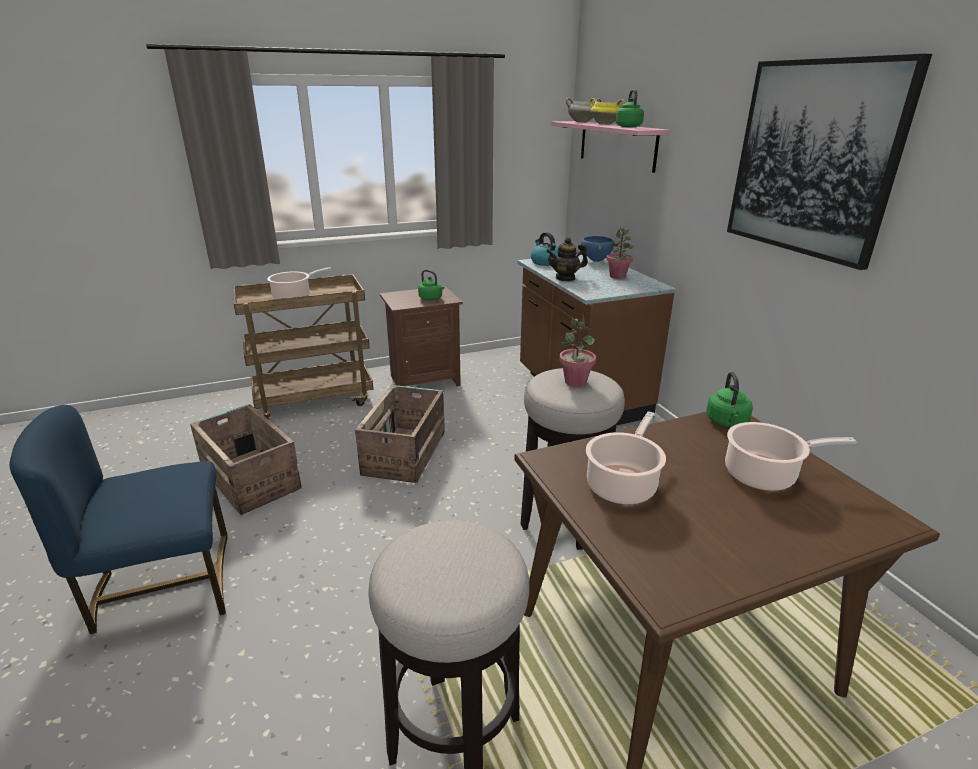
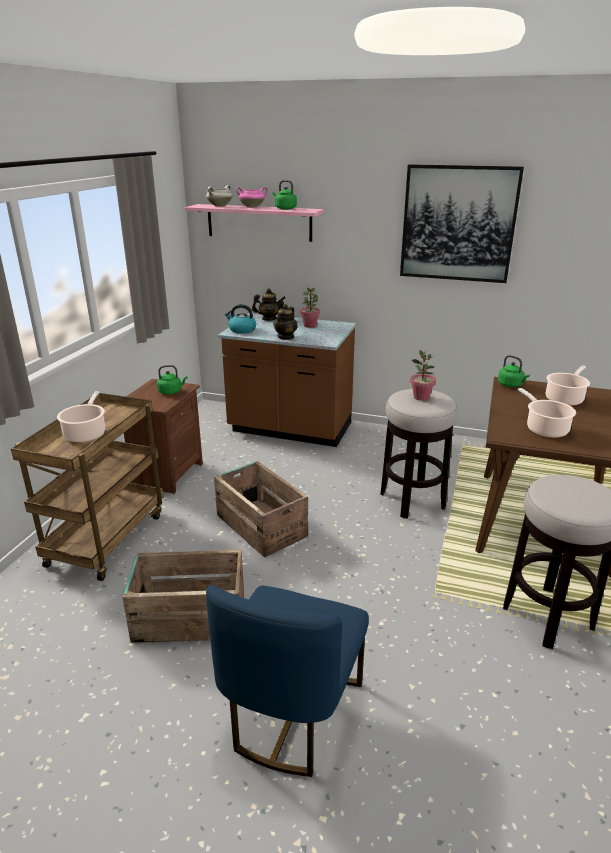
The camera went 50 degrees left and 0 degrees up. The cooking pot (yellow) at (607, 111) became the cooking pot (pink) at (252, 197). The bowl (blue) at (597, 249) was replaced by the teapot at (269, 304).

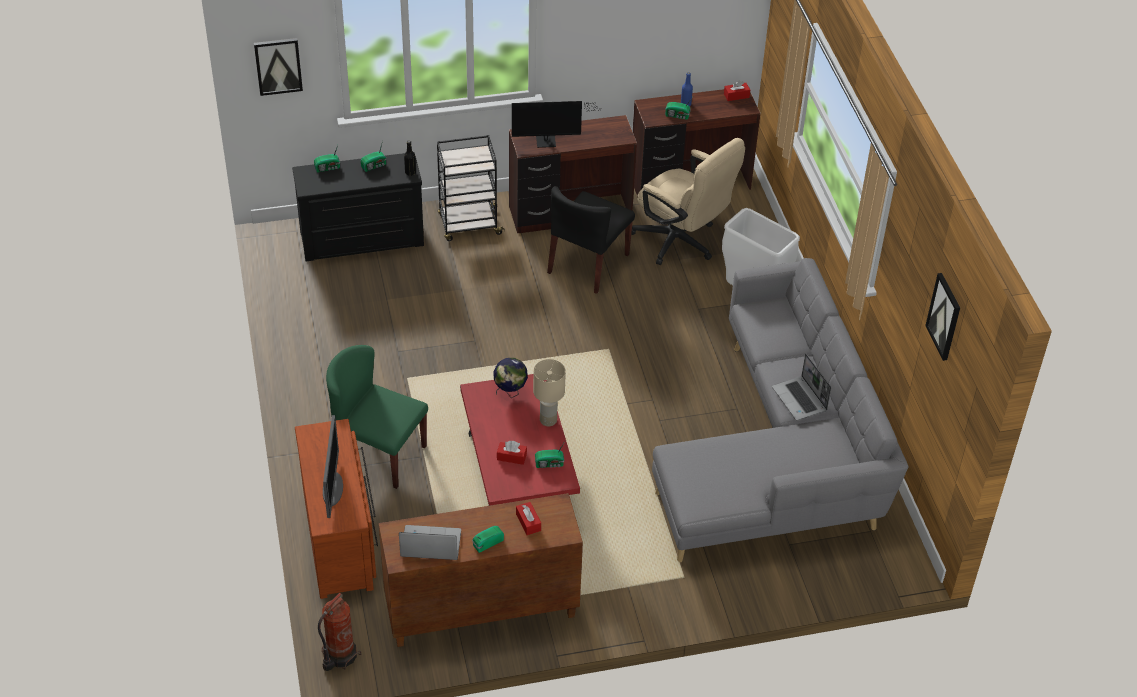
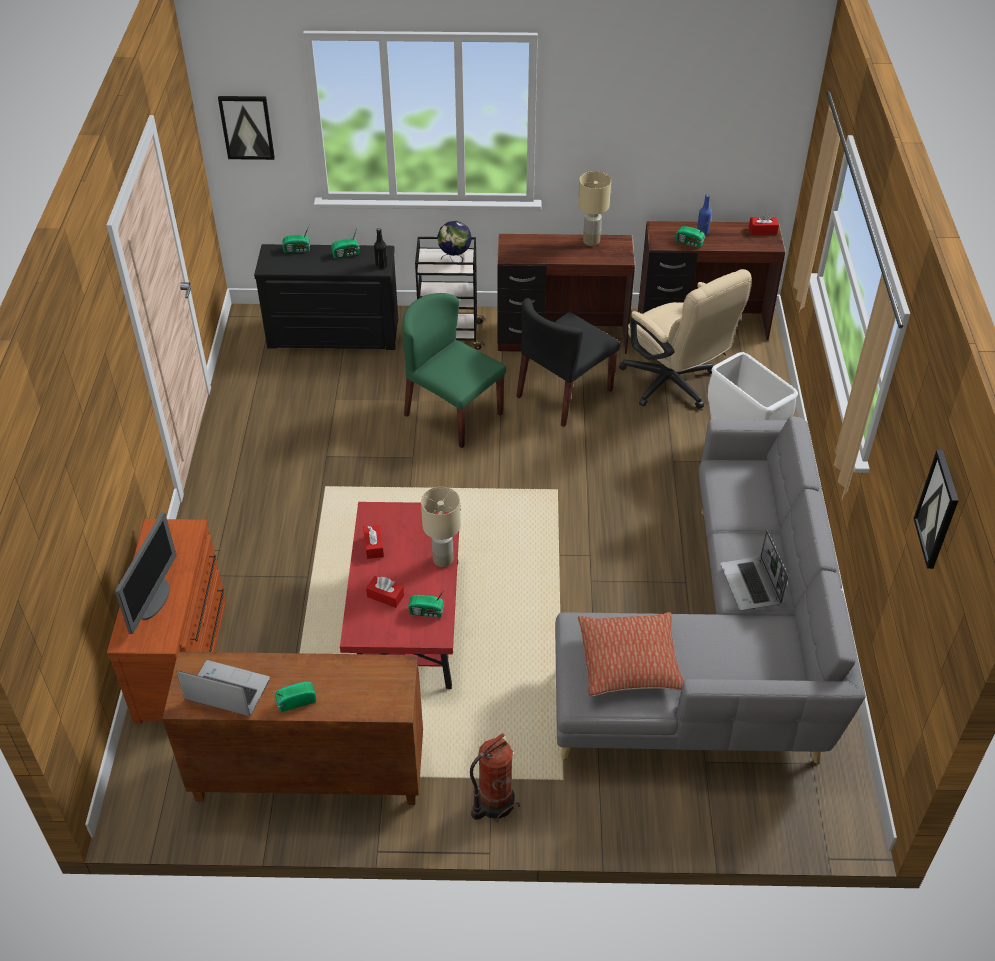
The camera went 15 degrees right and 0 degrees up. The monitor at (558, 124) disappeared. The chair (green) moved from (377, 417) to (454, 370). The globe moved from (510, 378) to (454, 241). The tissue box (red) moved from (528, 518) to (373, 542). The fire extinguisher moved from (339, 632) to (494, 777). The table lamp (beige) at (594, 208) appeared. The pillow at (631, 654) appeared.

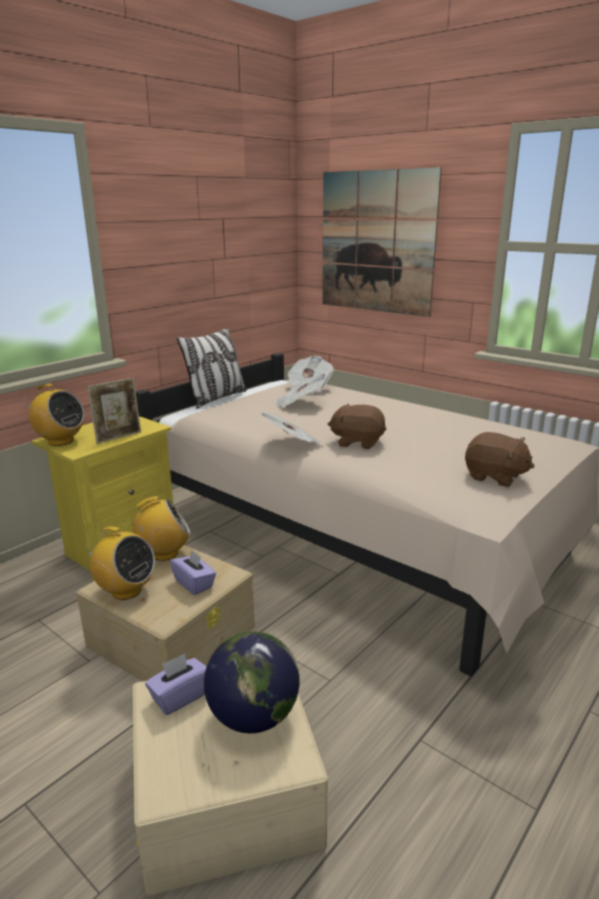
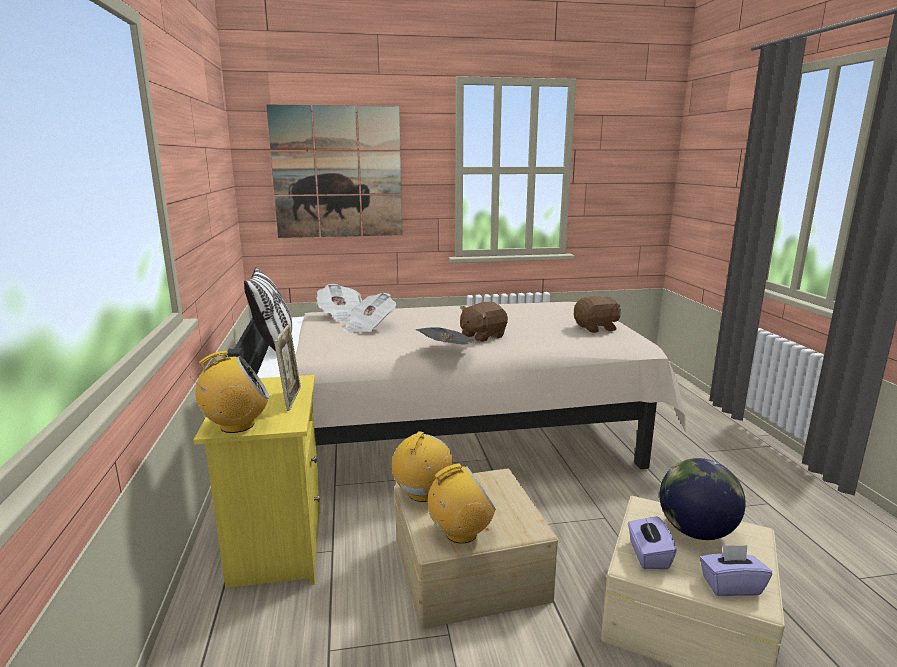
The camera went 50 degrees left and 5 degrees down. The tissue box (purple) moved from (193, 572) to (736, 570).

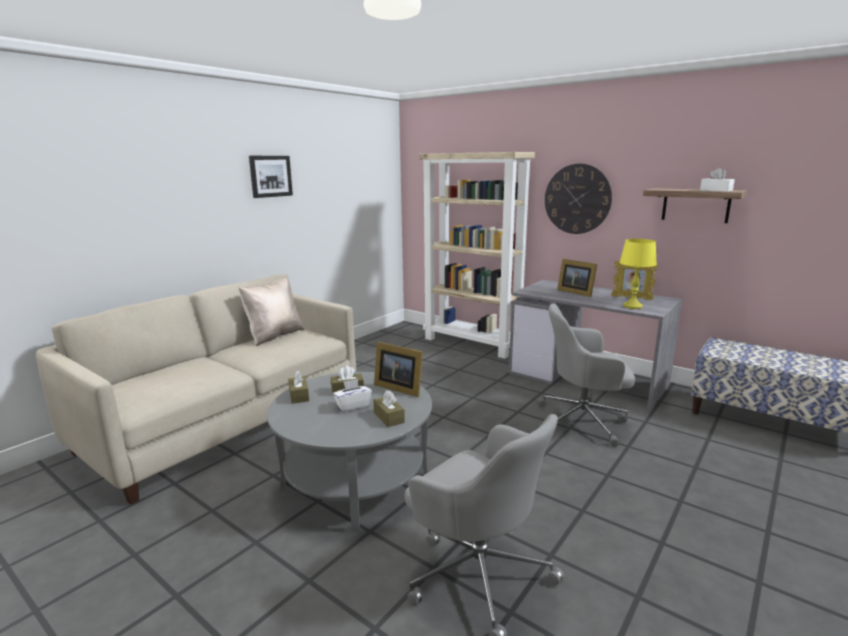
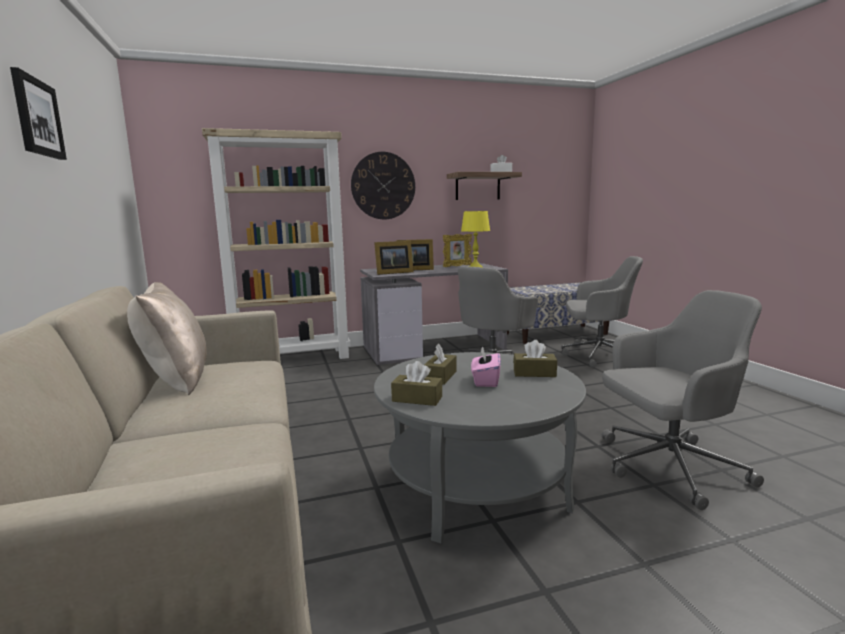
The camera went 55 degrees left and 5 degrees down. The picture frame moved from (398, 369) to (394, 258). The tissue box (white) at (352, 395) became the tissue box (pink) at (486, 366). The office chair (grey) at (602, 312) appeared.

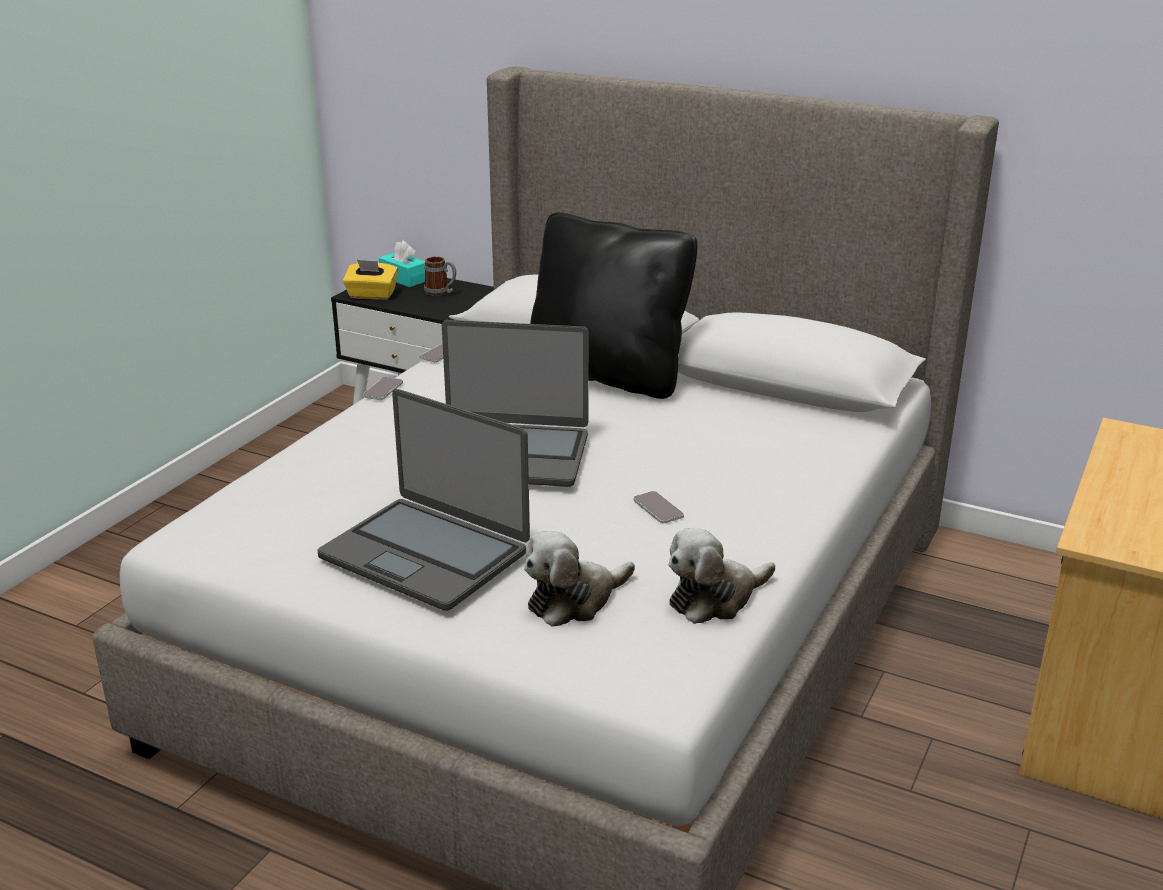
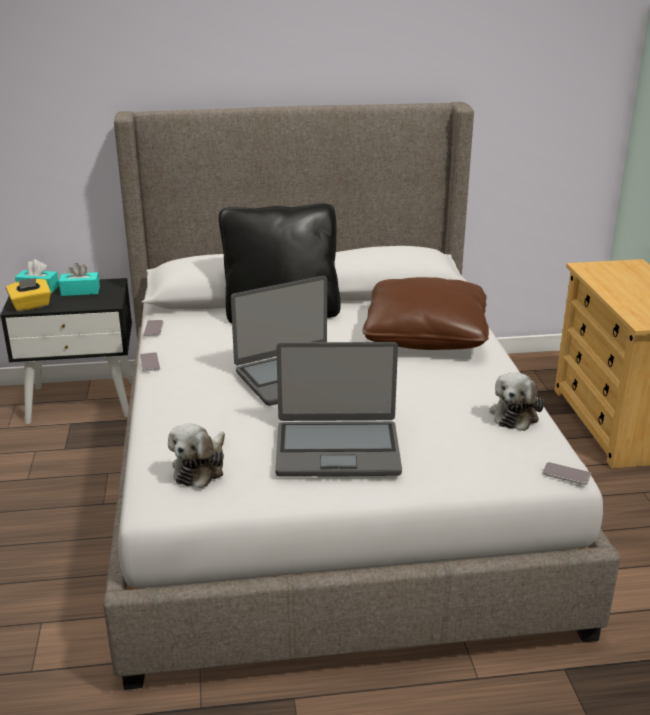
The camera went 35 degrees left and 0 degrees up. The mug at (440, 276) was replaced by the tissue box (turquoise) at (79, 279). The phone moved from (658, 507) to (567, 473). The plush toy moved from (579, 578) to (196, 455). The pillow (brown) at (425, 313) appeared.

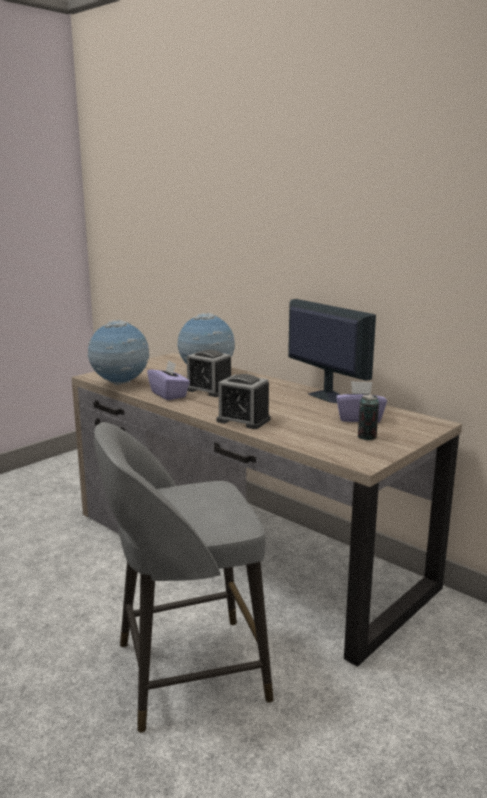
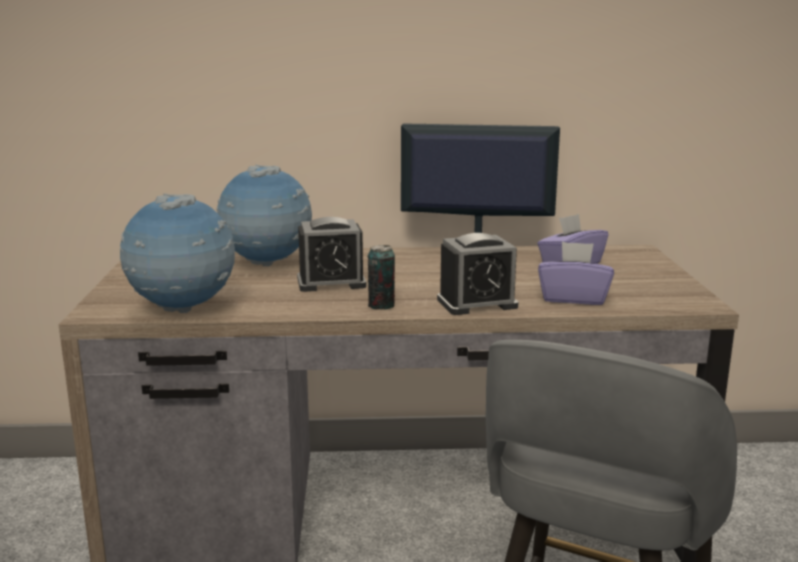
The camera went 45 degrees left and 0 degrees up. The tissue box (purple) moved from (168, 380) to (576, 273). The can moved from (368, 417) to (381, 277).

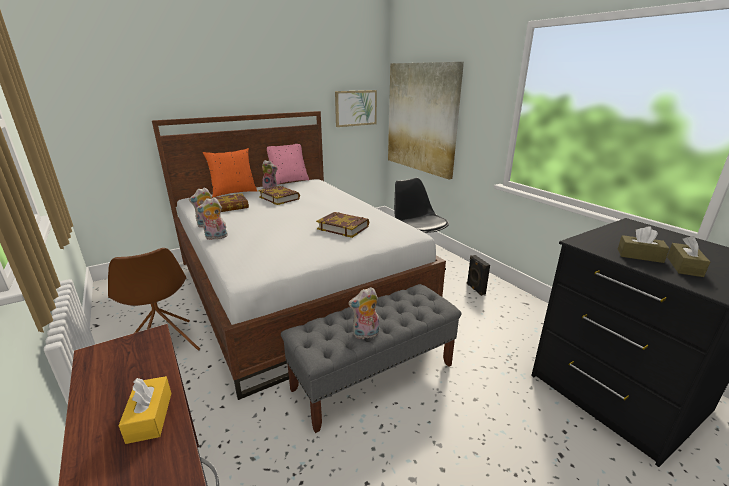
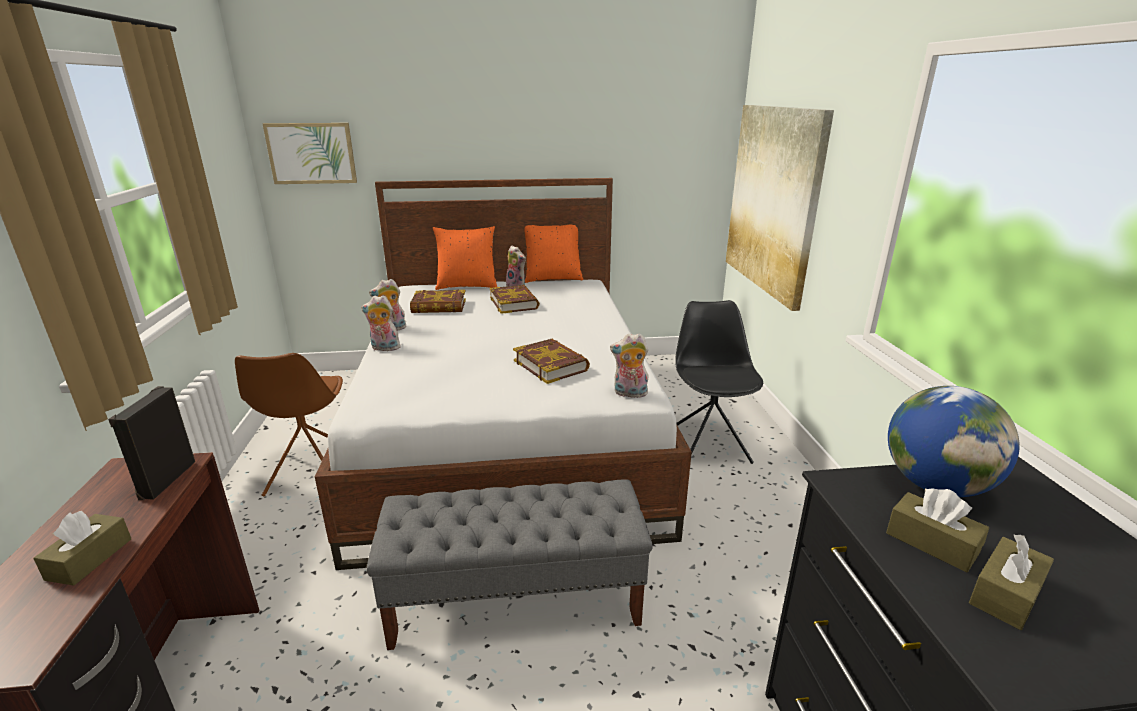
The camera went 25 degrees right and 0 degrees up. The picture moved from (356, 108) to (310, 153). The pillow (pink) at (288, 164) became the pillow (orange) at (553, 253). The speaker (black) moved from (478, 275) to (151, 443). The plush toy moved from (363, 313) to (629, 365). The tissue box (yellow) at (144, 410) became the tissue box (brown) at (82, 548). The globe at (953, 441) appeared.

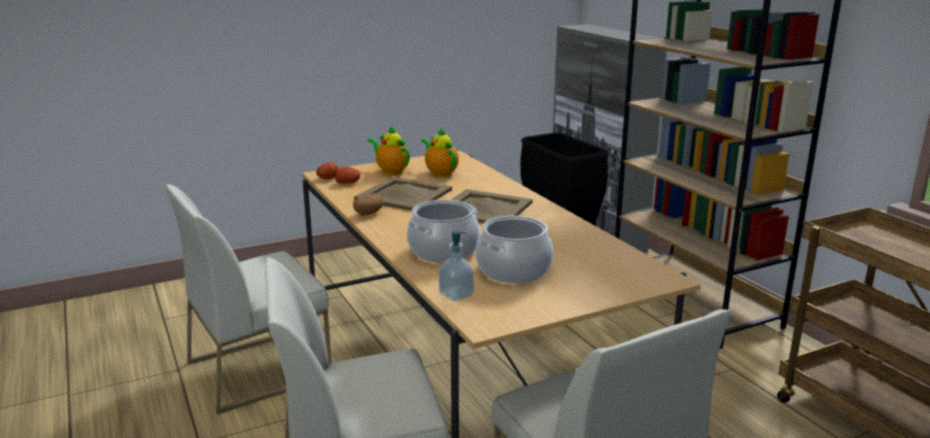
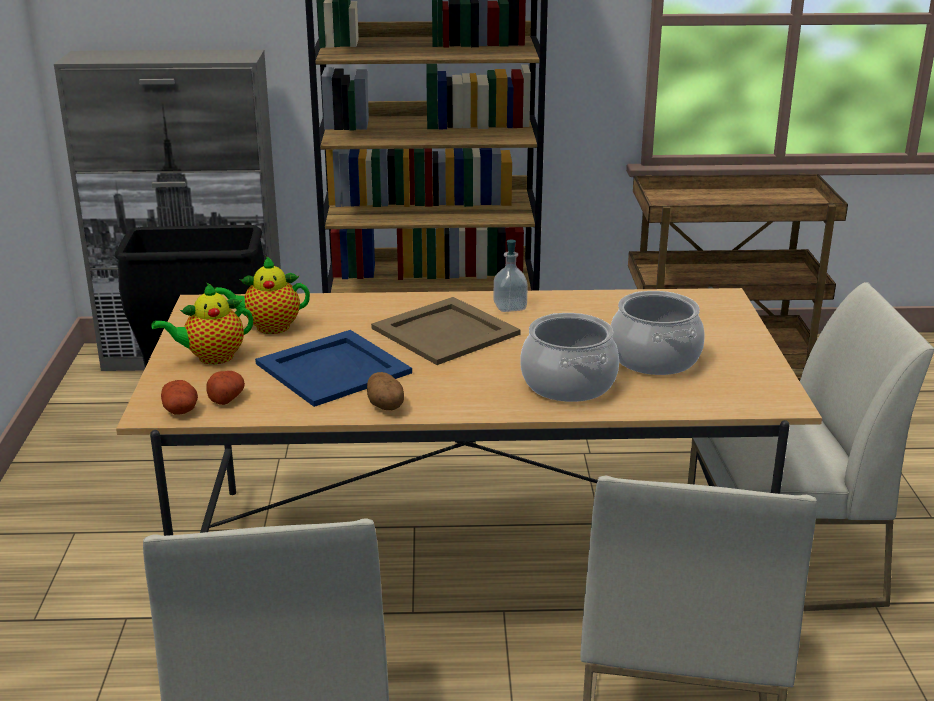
The camera went 65 degrees left and 5 degrees up. The tray (beige) at (403, 194) became the tray (blue) at (333, 368). The soap dispenser moved from (456, 266) to (511, 275).

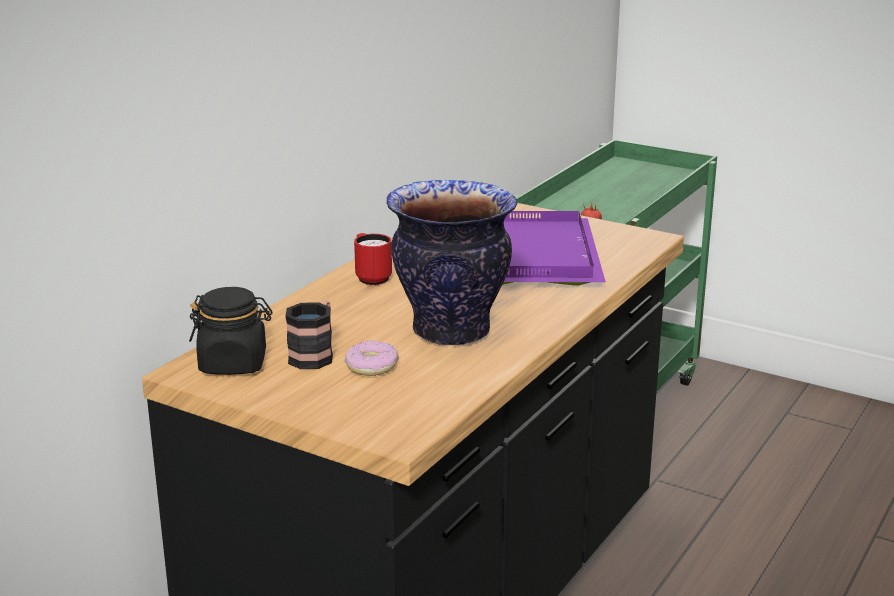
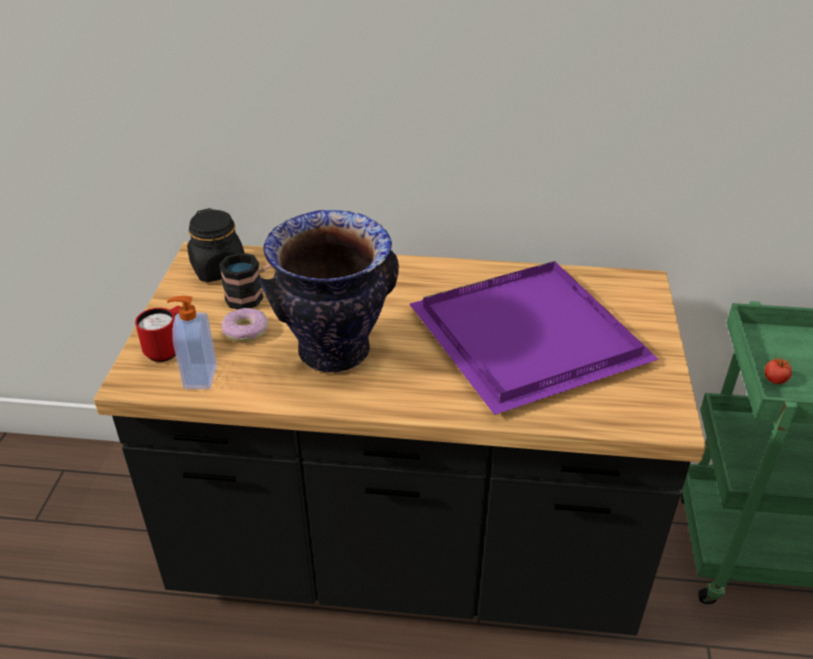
The camera went 65 degrees right and 15 degrees up. The mug (red) moved from (373, 259) to (158, 334). The soap dispenser at (192, 342) appeared.

